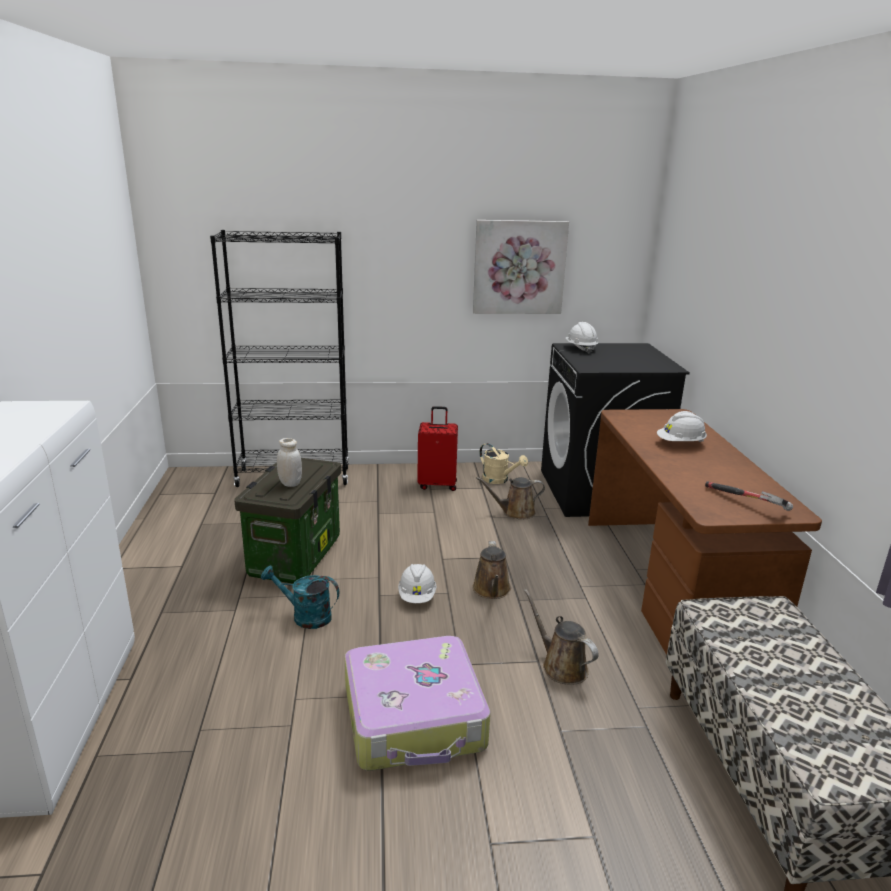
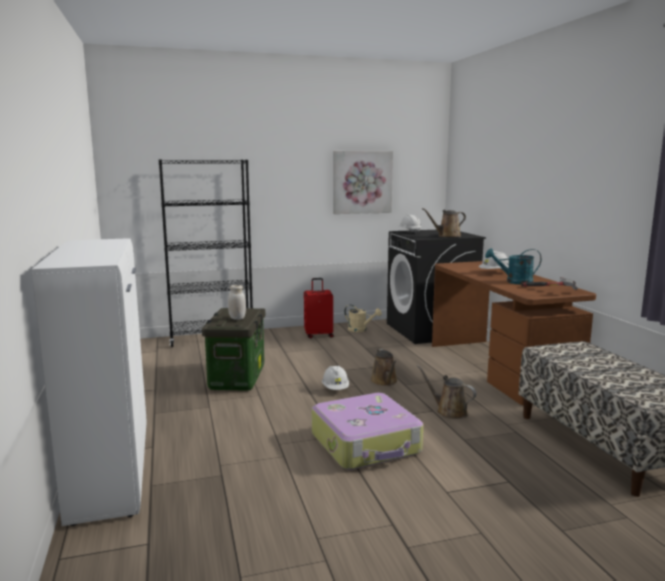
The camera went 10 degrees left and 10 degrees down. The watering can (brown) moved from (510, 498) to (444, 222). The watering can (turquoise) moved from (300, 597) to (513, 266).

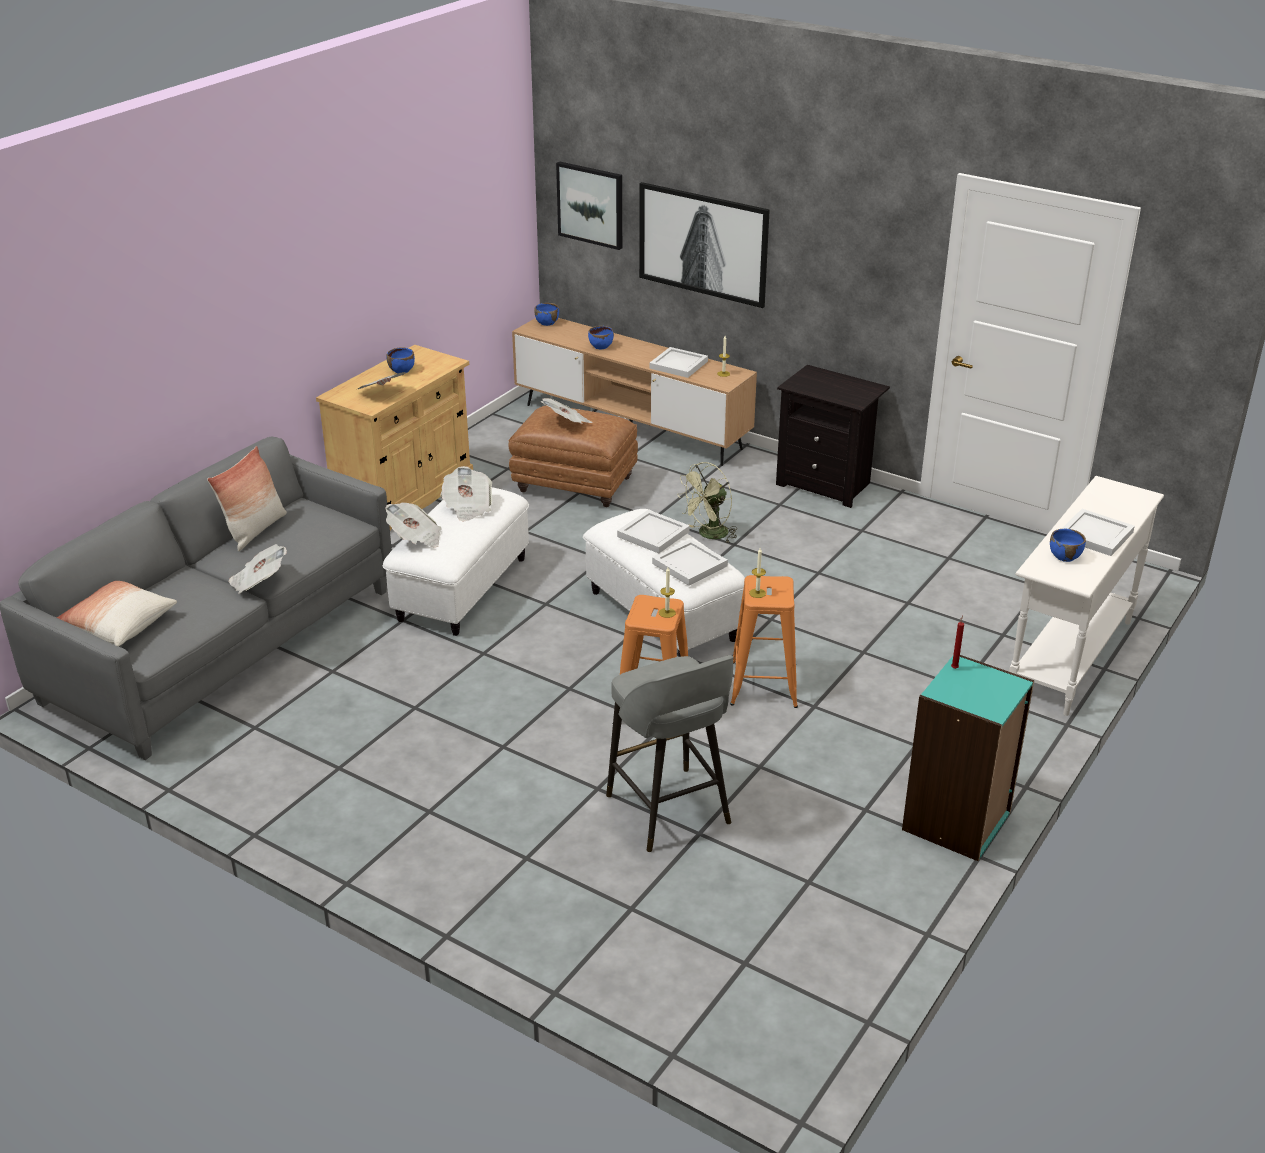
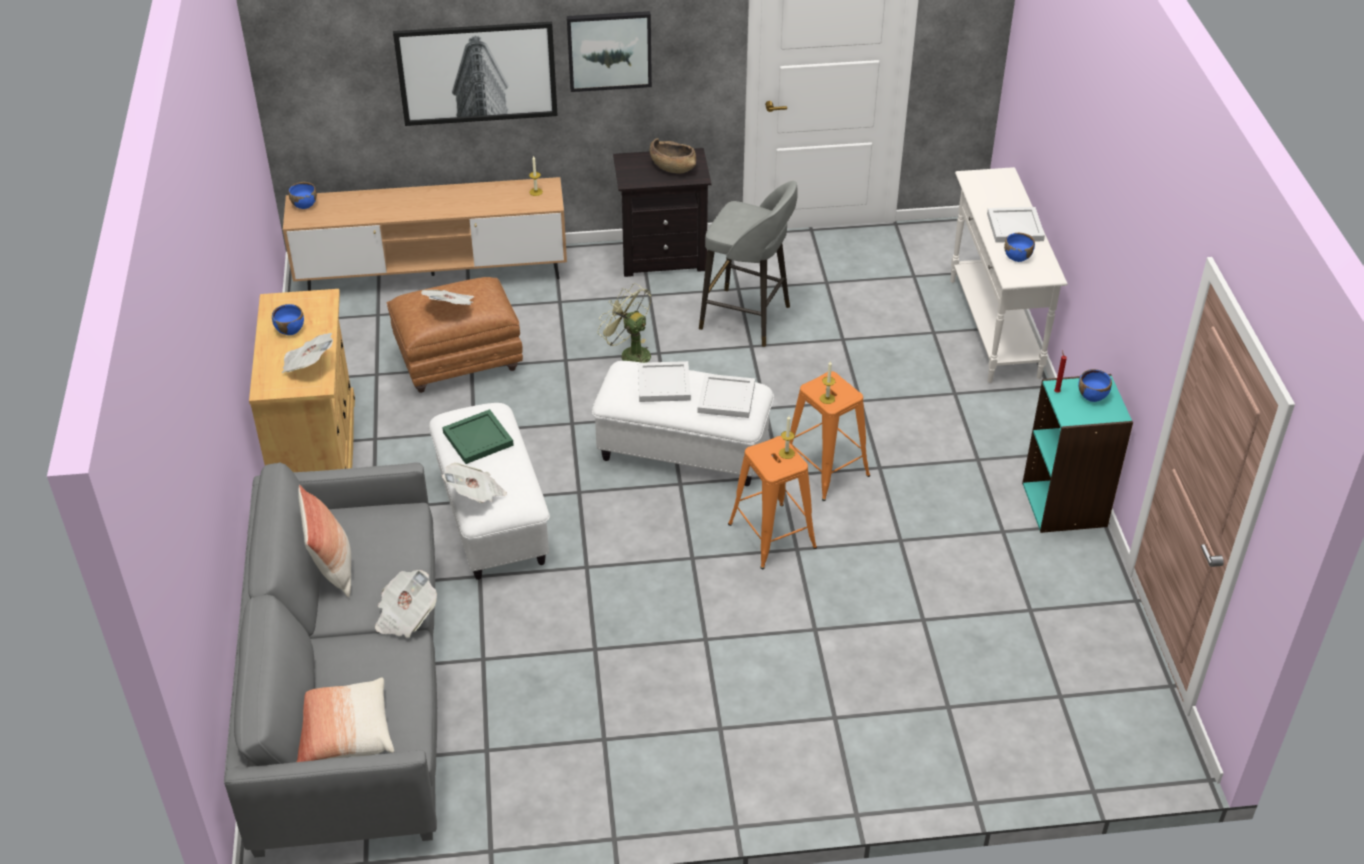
The camera went 40 degrees left and 10 degrees up. The picture moved from (589, 205) to (609, 51). The bowl (blue) moved from (601, 337) to (1095, 385). The tray (white) at (678, 362) disappeared. The fan (green) at (707, 502) turned 120 degrees clockwise. The newspaper at (466, 494) was replaced by the tray (green) at (478, 436). The stool (grey) moved from (670, 753) to (748, 264). The bowl (brown) at (673, 156) appeared.

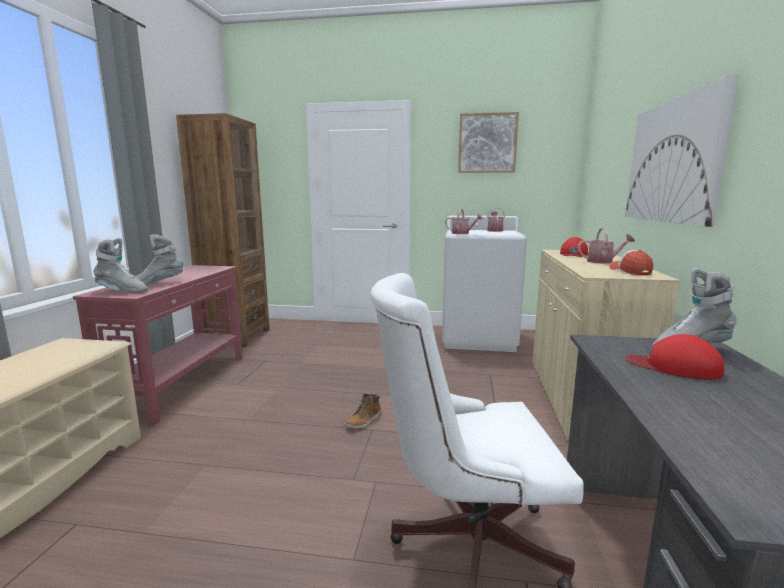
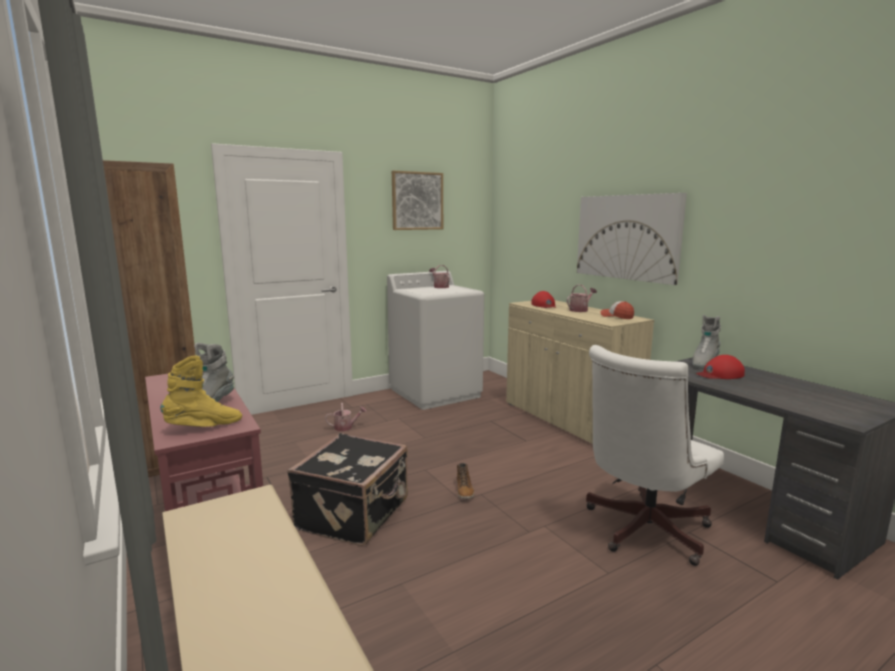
The camera went 40 degrees left and 0 degrees up. The watering can moved from (464, 221) to (346, 417). The boot (grey) at (120, 265) became the boot (yellow) at (201, 391). The suitcase (black) at (347, 489) appeared.

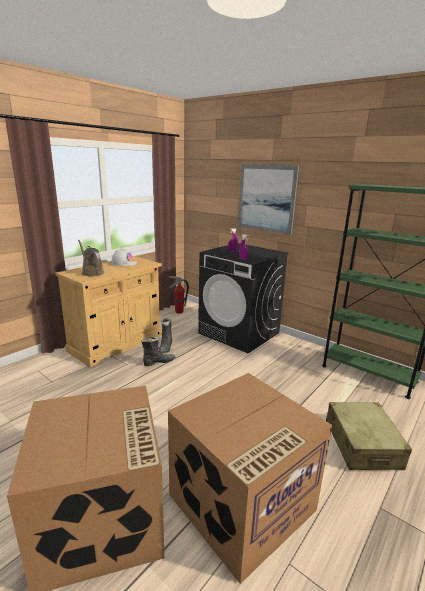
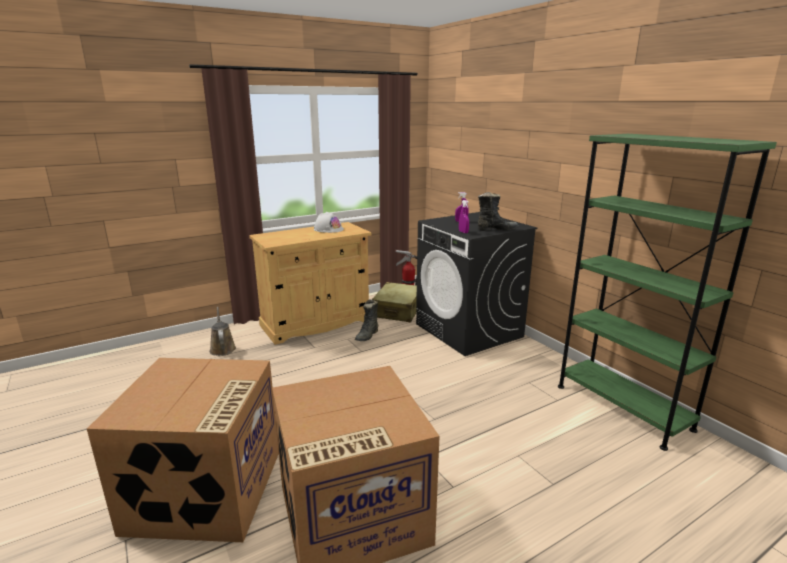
The camera went 20 degrees right and 0 degrees up. The picture at (268, 199) disappeared. The watering can (brown) moved from (91, 258) to (222, 331). The boot (black) moved from (158, 351) to (498, 211). The suitcase (beige) moved from (369, 436) to (394, 302).

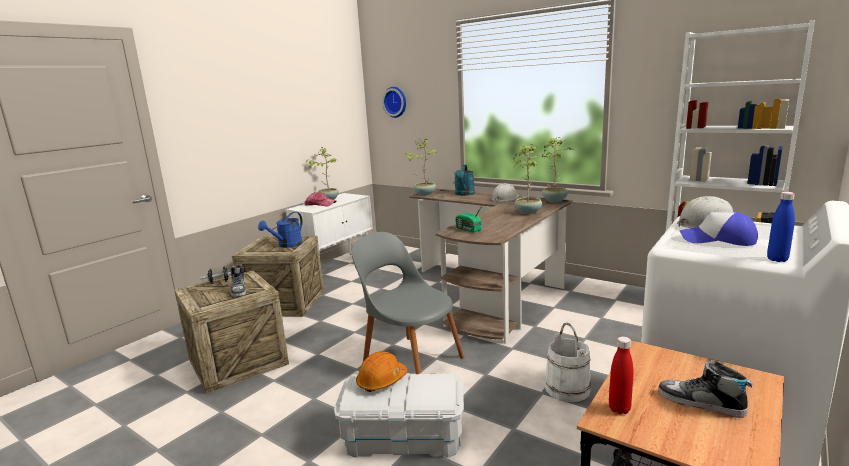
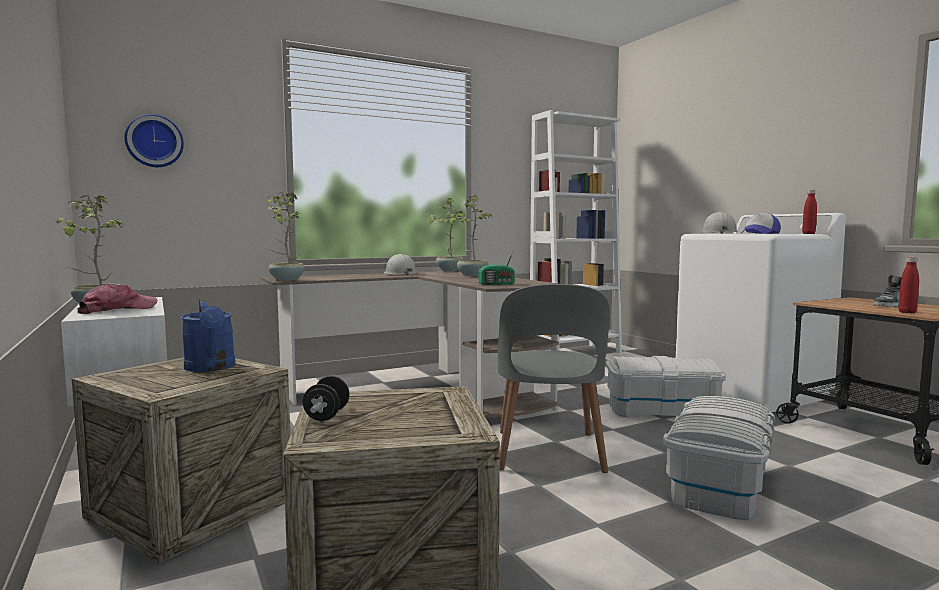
The camera went 65 degrees left and 10 degrees down. The watering can (turquoise) at (464, 180) disappeared. The bottle (blue) at (781, 227) became the bottle (red) at (809, 212). The chair (grey) at (408, 303) turned 60 degrees counterclockwise. The shoe at (238, 281) disappeared. The bucket (white) at (568, 362) was replaced by the storage box (white) at (666, 386). The hard hat (orange) at (382, 371) disappeared.

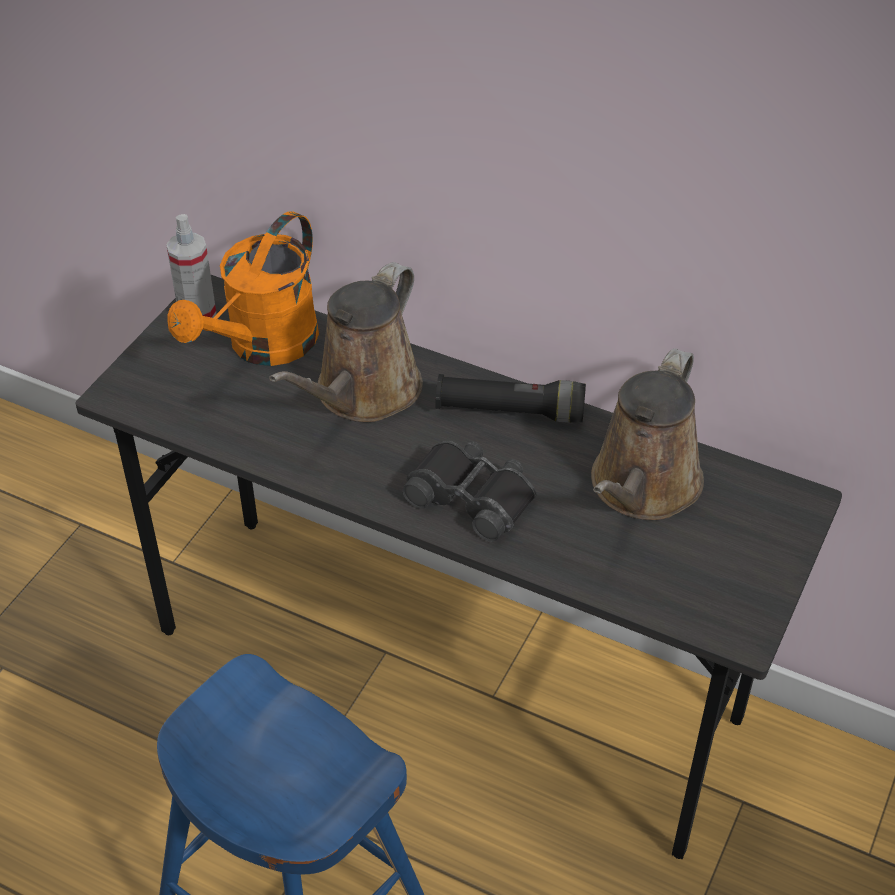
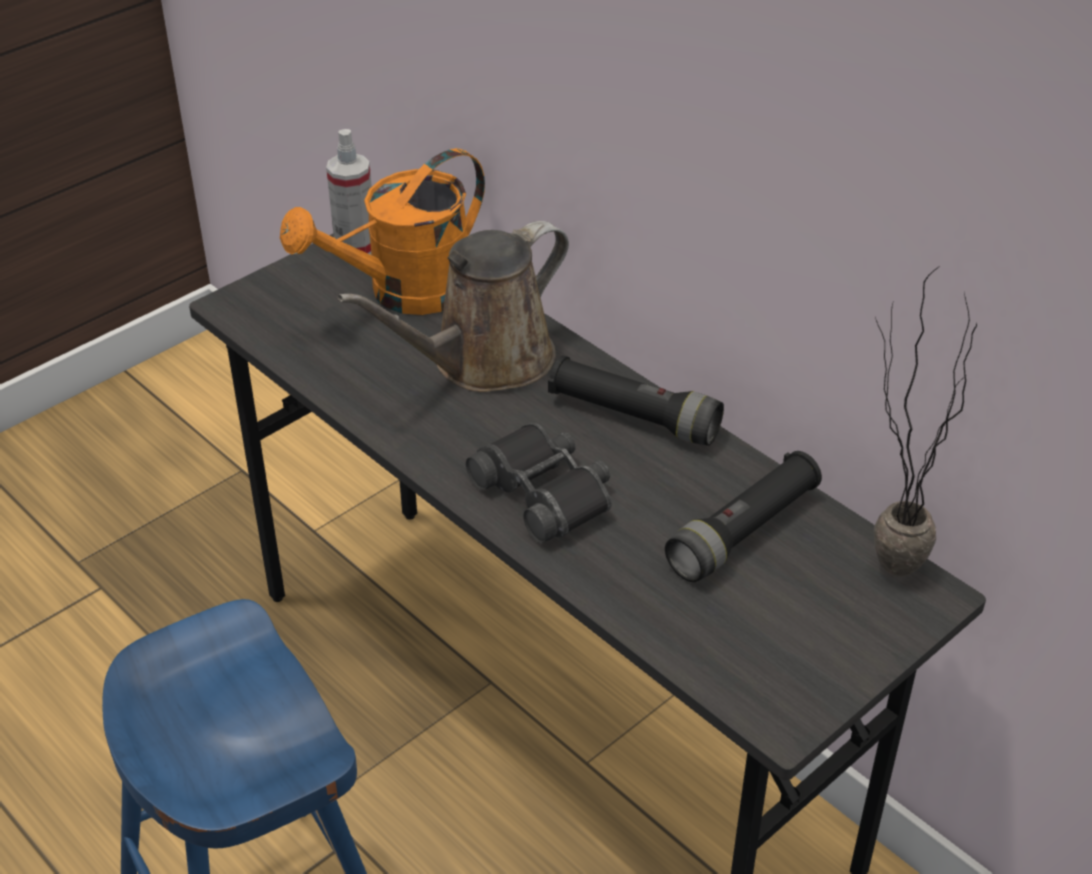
The camera went 20 degrees right and 5 degrees down. The watering can (brown) at (647, 434) was replaced by the flashlight (black) at (743, 516). The potted plant at (925, 421) appeared.

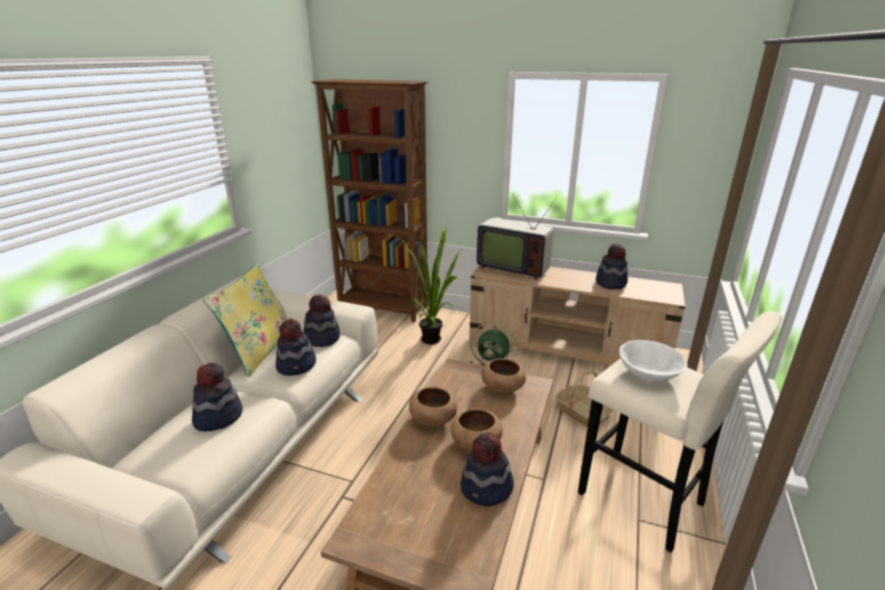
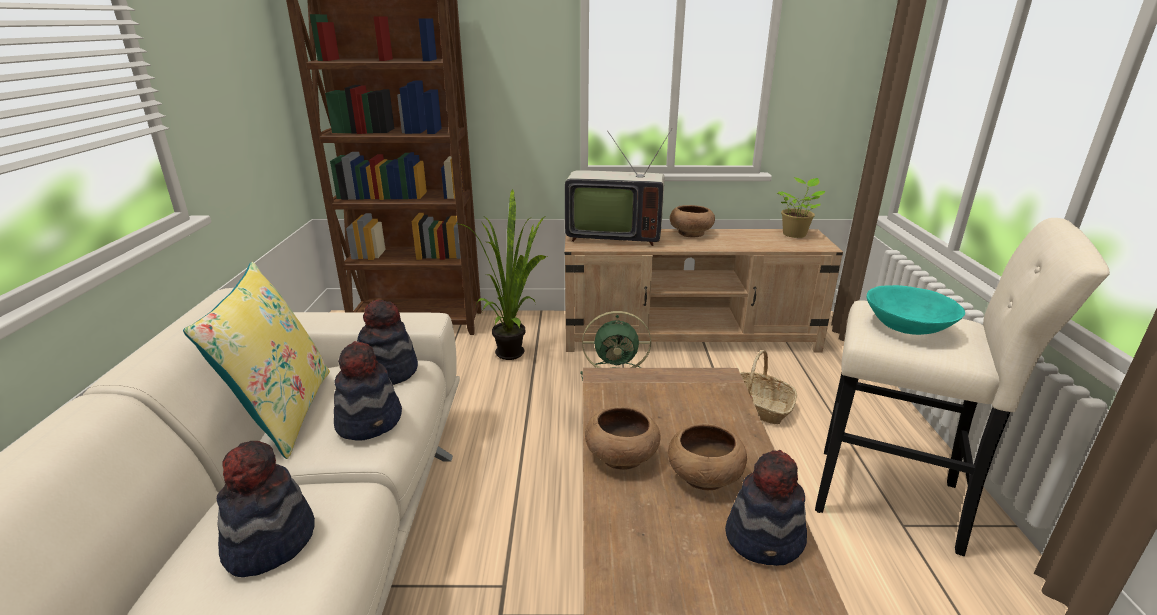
The camera went 20 degrees left and 0 degrees up. The hat at (612, 266) disappeared. The bowl (white) at (653, 360) became the bowl (turquoise) at (916, 310). The bowl (brown) moved from (503, 376) to (692, 221). The potted plant at (800, 207) appeared.

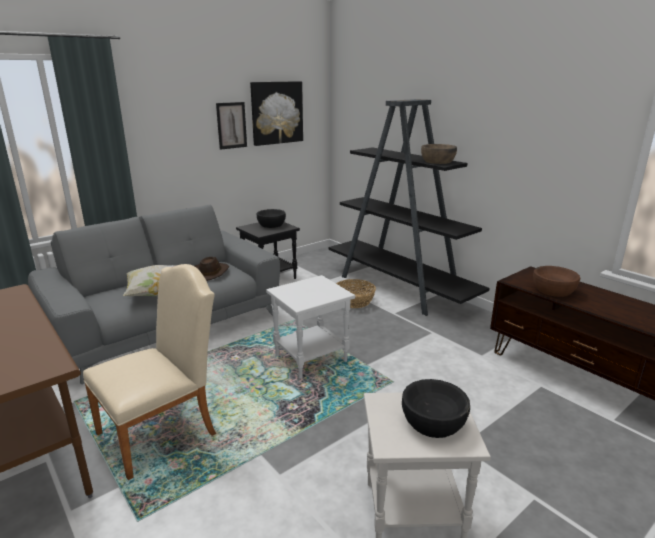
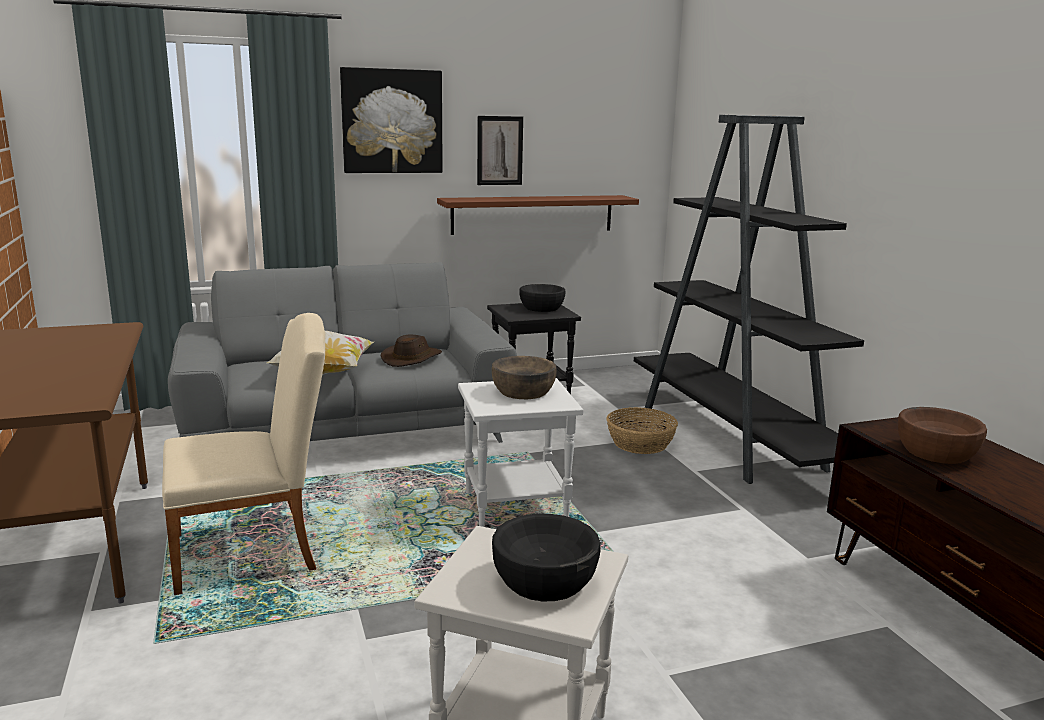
The camera went 20 degrees right and 5 degrees down. The picture moved from (276, 113) to (391, 120). The bowl (brown) moved from (439, 154) to (524, 377). The shelf (brown) at (538, 215) appeared.

